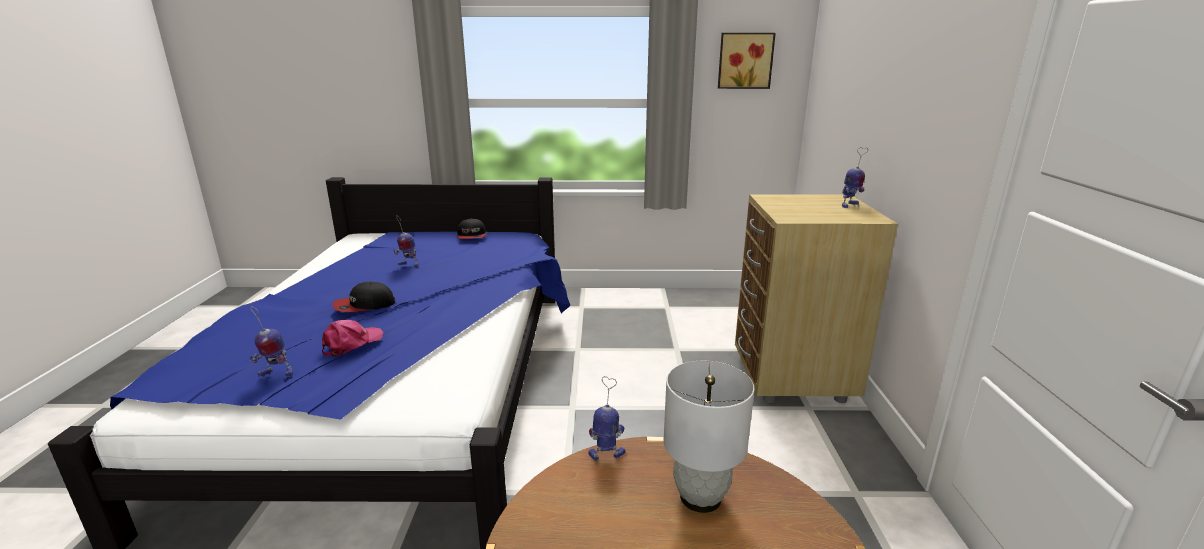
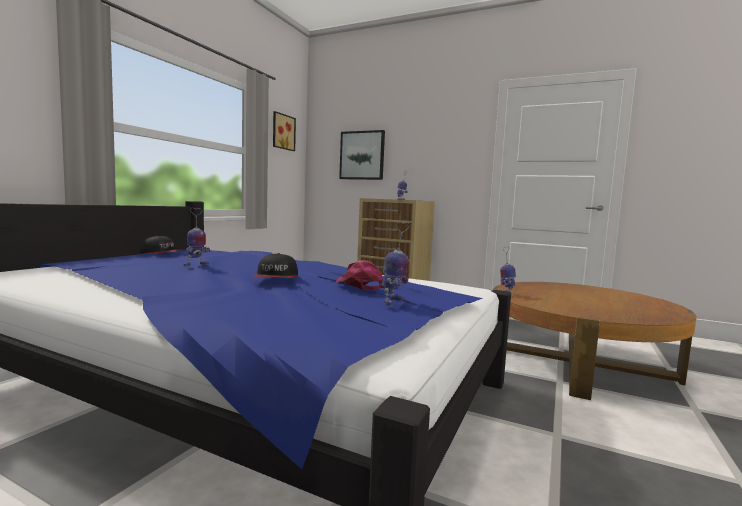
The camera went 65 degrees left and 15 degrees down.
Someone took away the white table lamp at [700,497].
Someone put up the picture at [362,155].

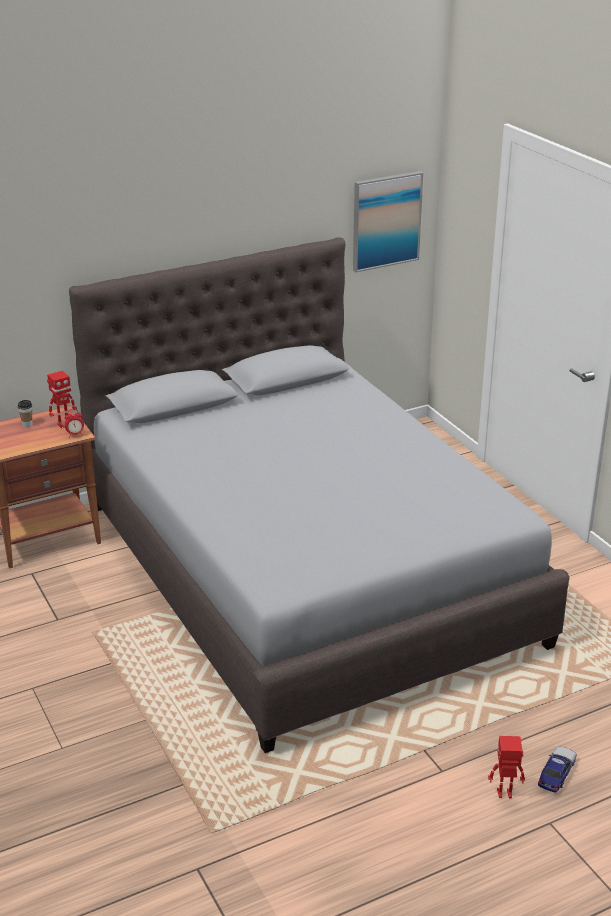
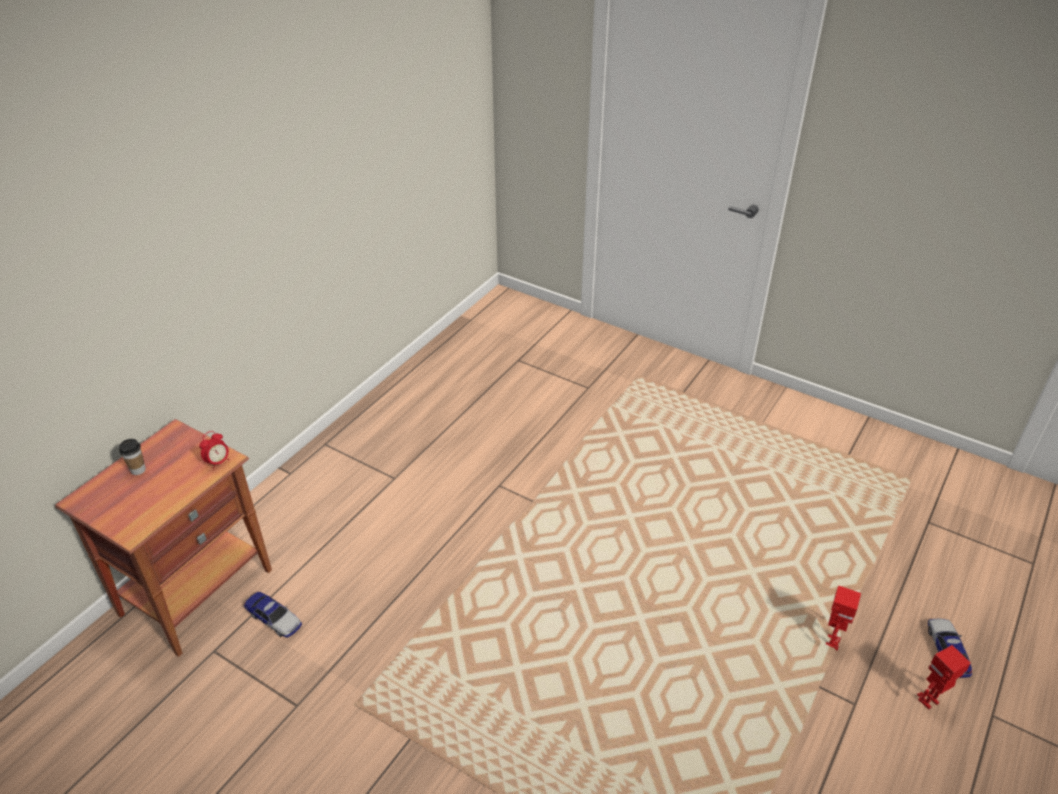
The camera went 30 degrees left and 10 degrees up.
Someone took away the grey bed at [305,571].
Someone took away the picture at [386,221].
Someone put down the toy car at [274,618].
Someone carried the toy robot from [64,424] to [831,642].

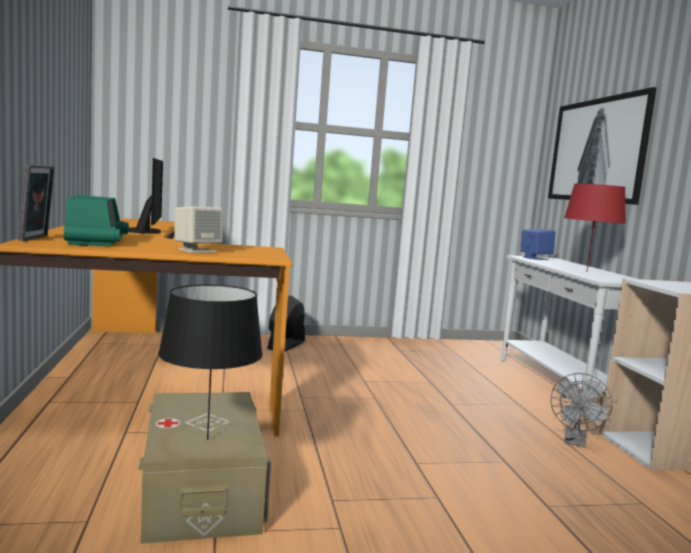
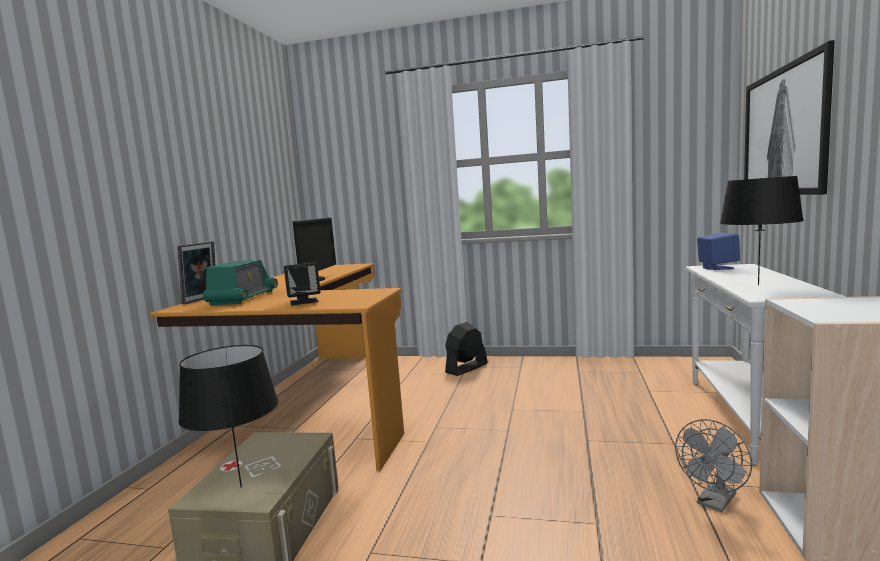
The camera went 25 degrees right and 0 degrees up.
Someone repainted the beige speaker at [197,250], which became the black speaker at [304,301].
Someone repainted the red table lamp at [586,272], which became the black table lamp at [758,285].

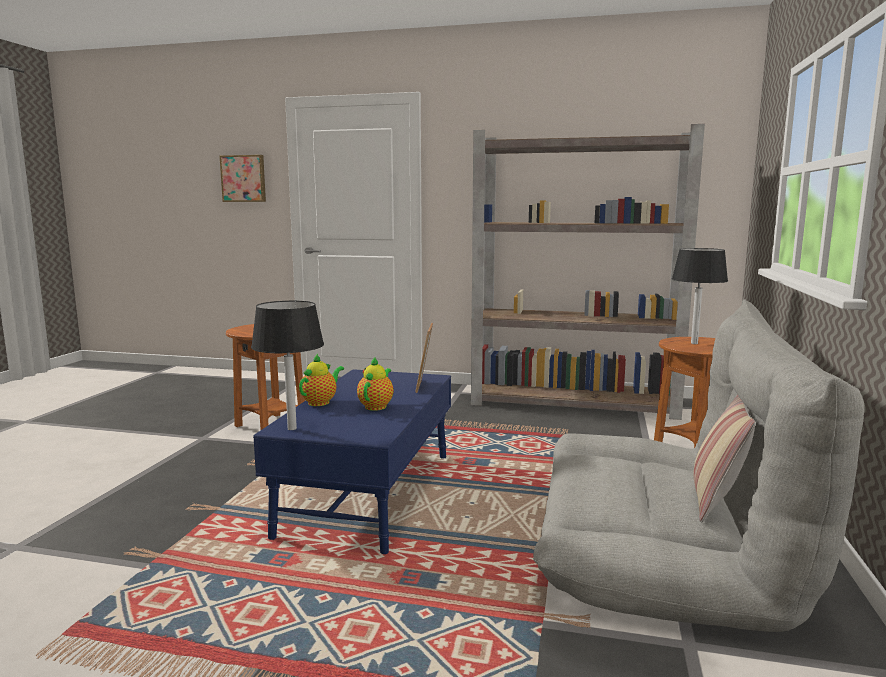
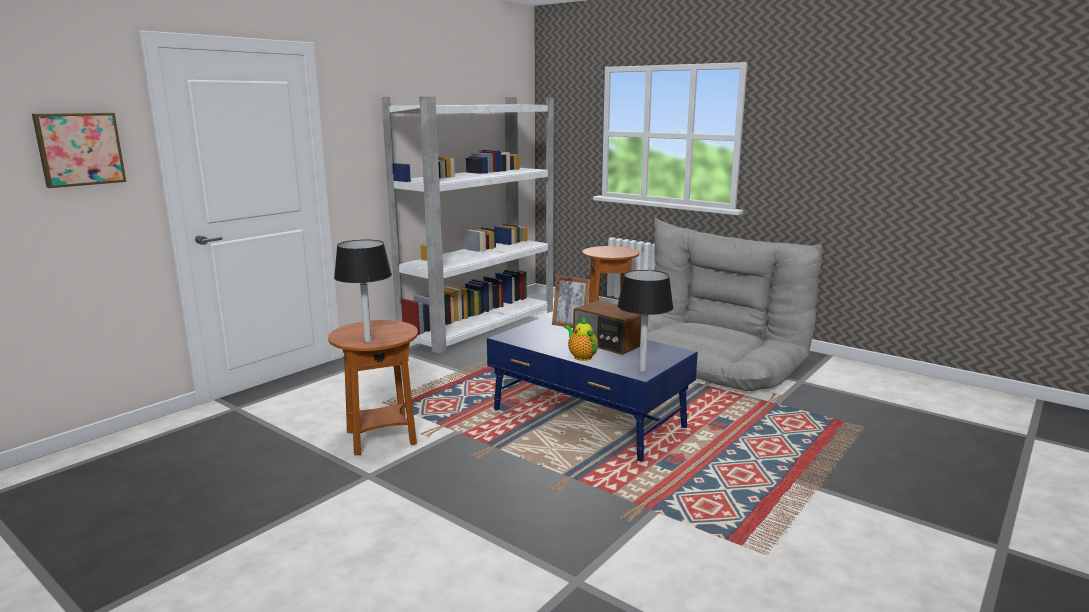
The camera went 65 degrees left and 5 degrees up.
Someone took away the pillow at [716,500].
Someone carried the black table lamp from [694,343] to [368,341].
Someone swapped the teapot at [376,406] for the radio at [608,343].
Someone repainted the brown bookcase at [573,402], which became the white bookcase at [480,325].

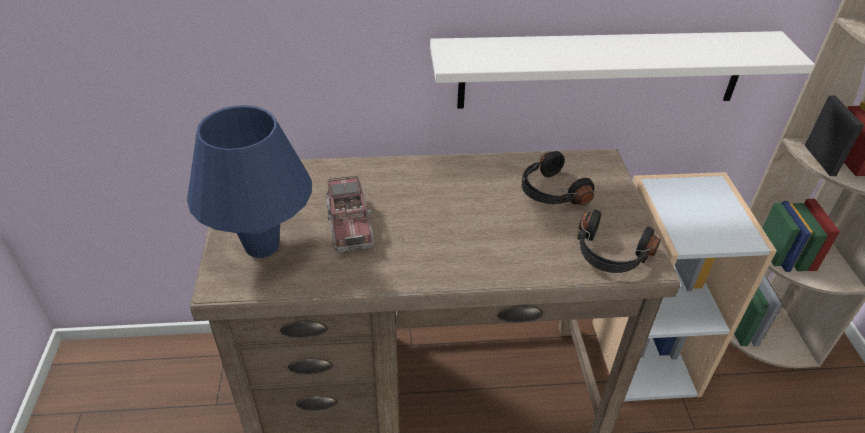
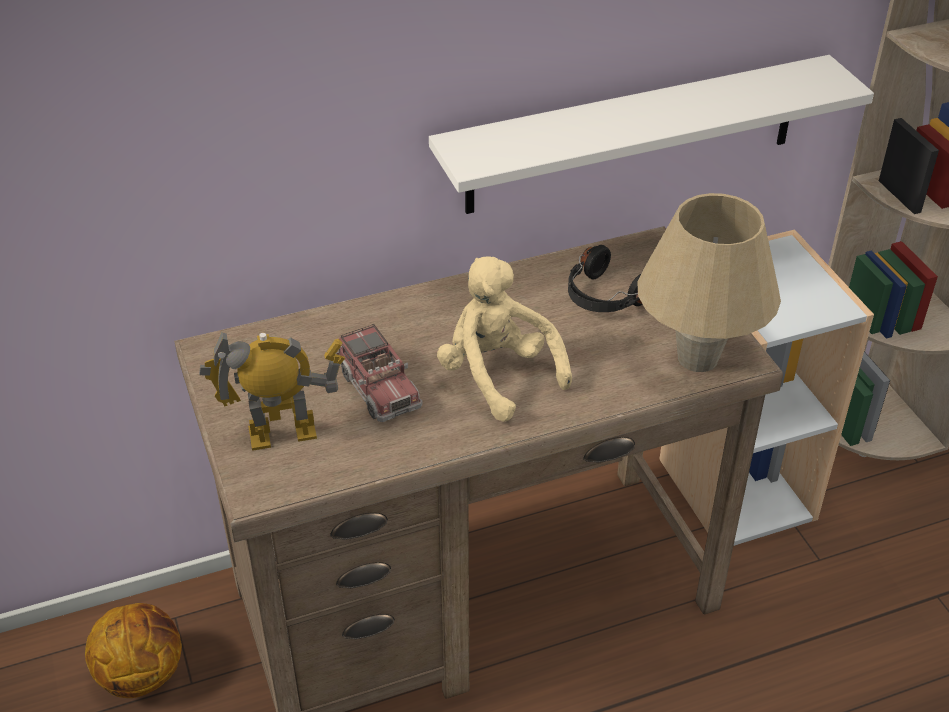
The camera went 15 degrees left and 0 degrees up.
Someone put down the basketball at [142,673].
Someone put down the beige plush toy at [497,375].
Someone swapped the blue table lamp at [262,245] for the toy robot at [282,435].
Someone swapped the black headphones at [610,255] for the beige table lamp at [697,358].

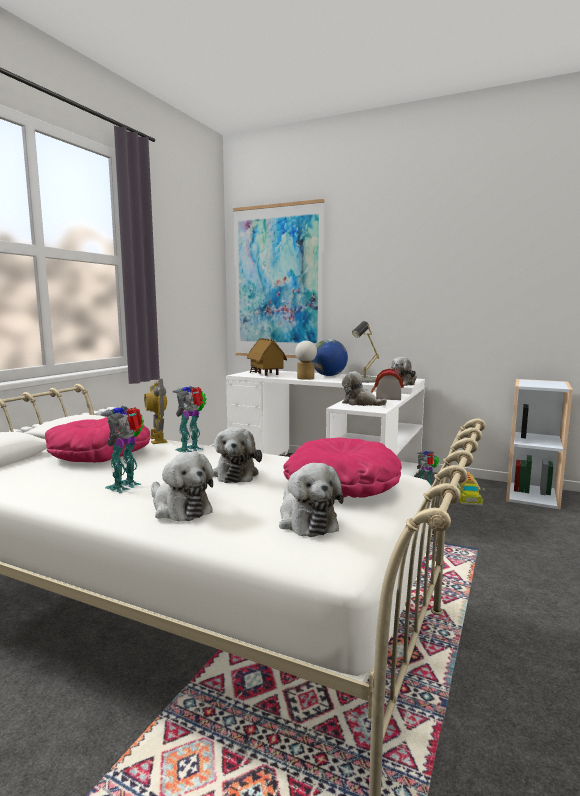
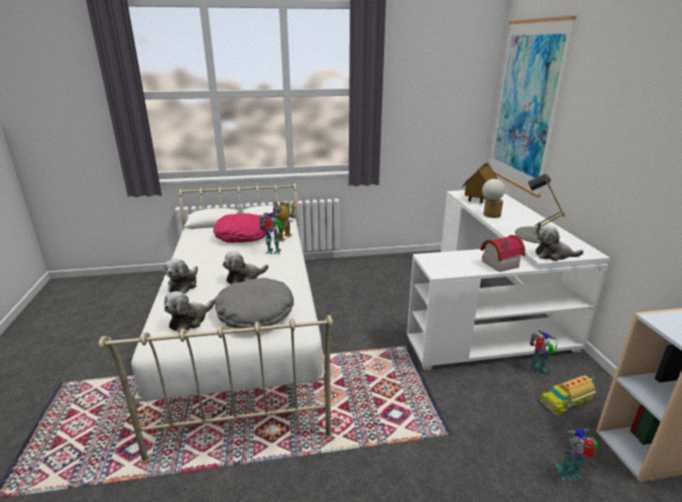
The camera went 55 degrees right and 15 degrees up.
Someone took away the globe at [329,375].
Someone took away the plush toy at [360,403].
Someone carried the toy robot from [126,486] to [570,474].
Someone repainted the pink pillow at [344,485], which became the grey pillow at [255,314].

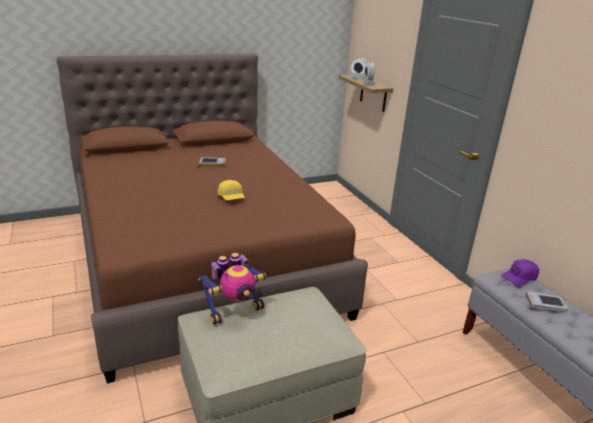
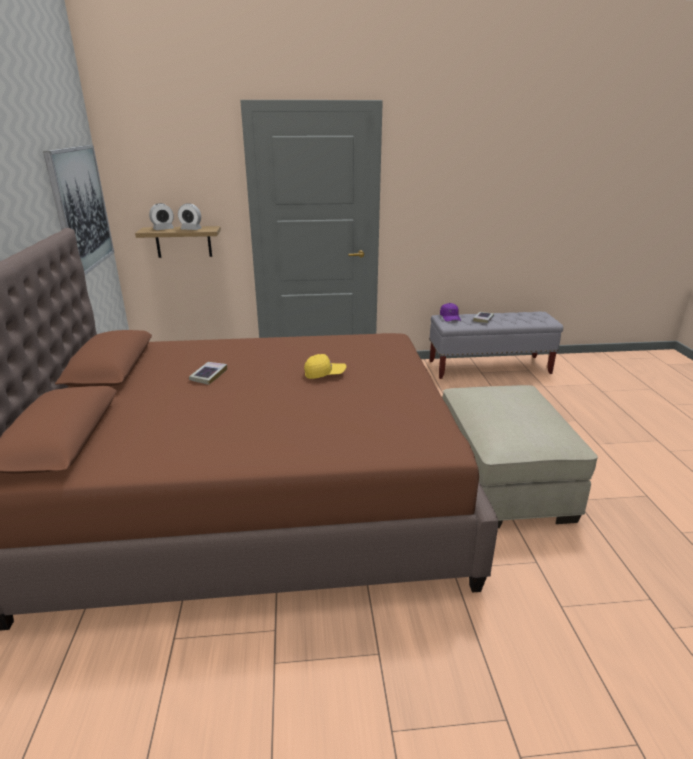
The camera went 70 degrees left and 0 degrees up.
Someone took away the toy robot at [234,311].
Someone put up the picture at [80,209].

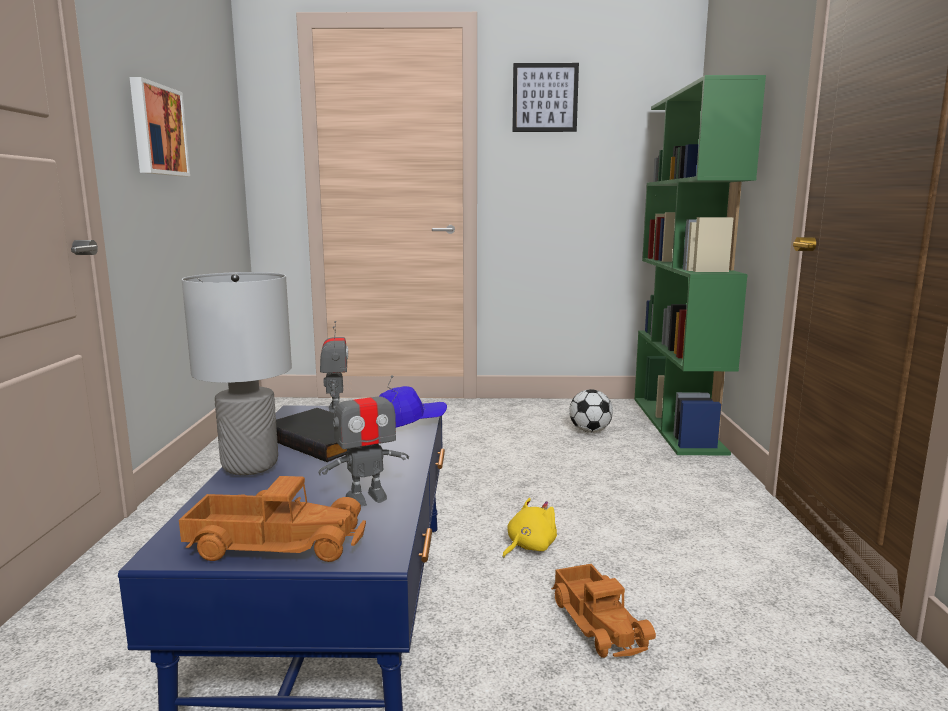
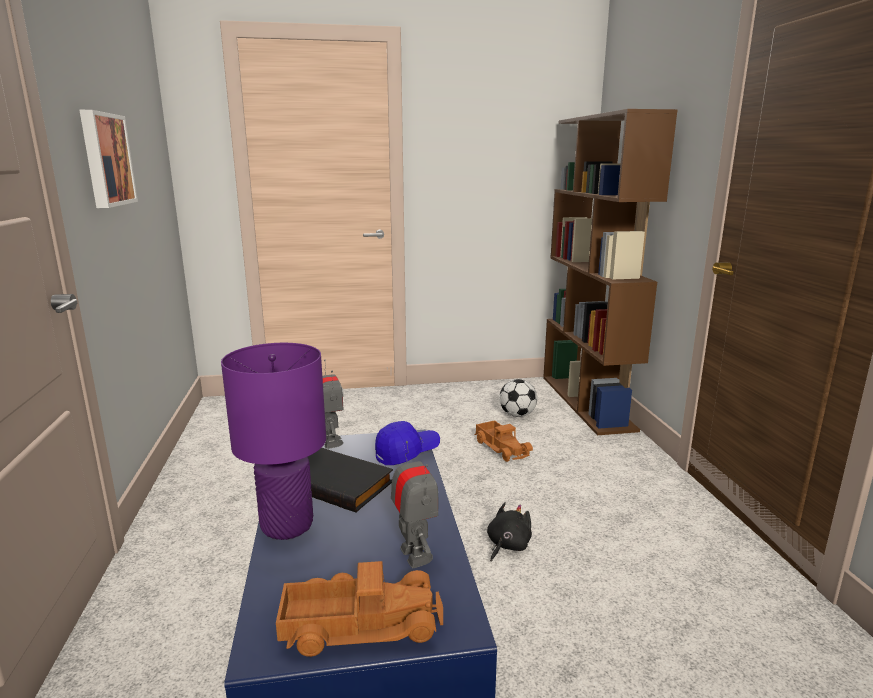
The camera went 10 degrees left and 5 degrees up.
Someone took away the picture at [545,98].
Someone carried the toy truck from [600,621] to [502,447].
Someone repainted the grey table lamp at [249,469], which became the purple table lamp at [287,530].
Someone repainted the yellow plush toy at [529,547], which became the black plush toy at [507,545].
Someone repainted the green bookcase at [678,424], which became the brown bookcase at [587,402].
Someone rotated the toy robot at [366,497] by 75 degrees counterclockwise.

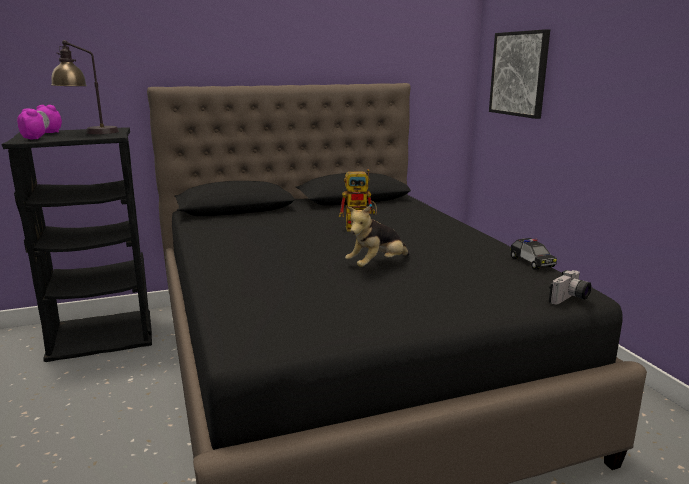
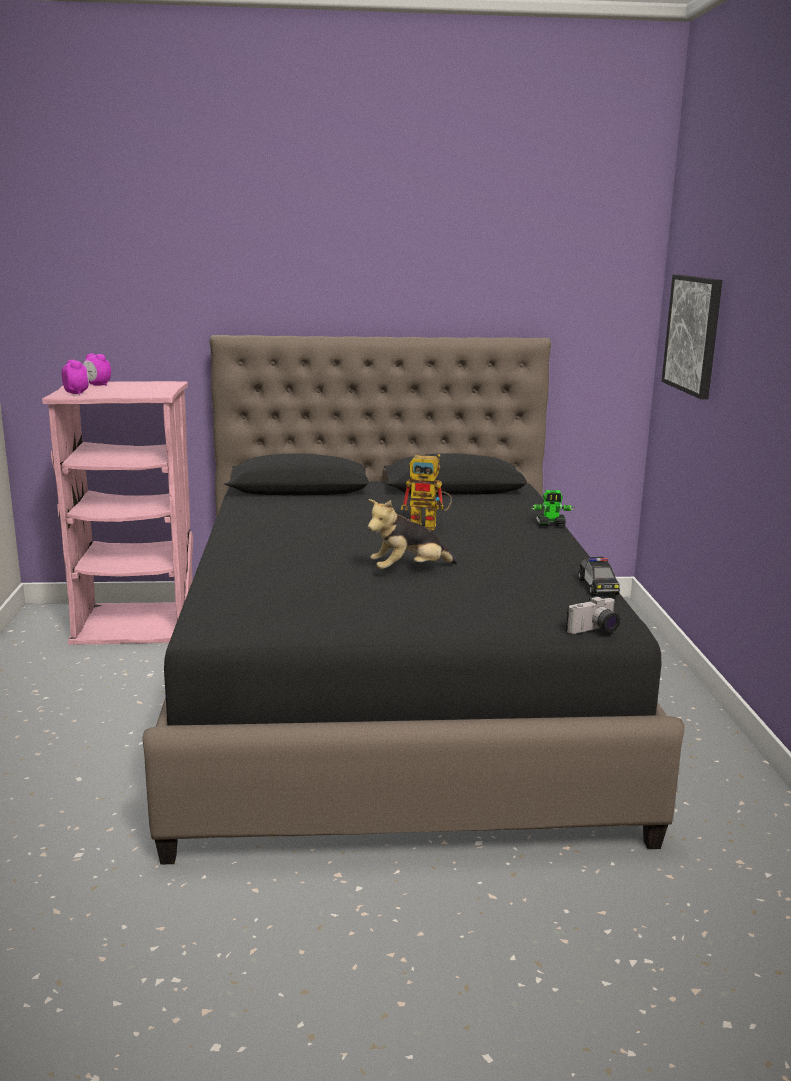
The camera went 15 degrees right and 0 degrees up.
Someone took away the table lamp at [89,133].
Someone put down the toy robot at [551,524].
Someone repainted the black bookcase at [102,335], which became the pink bookcase at [137,624].

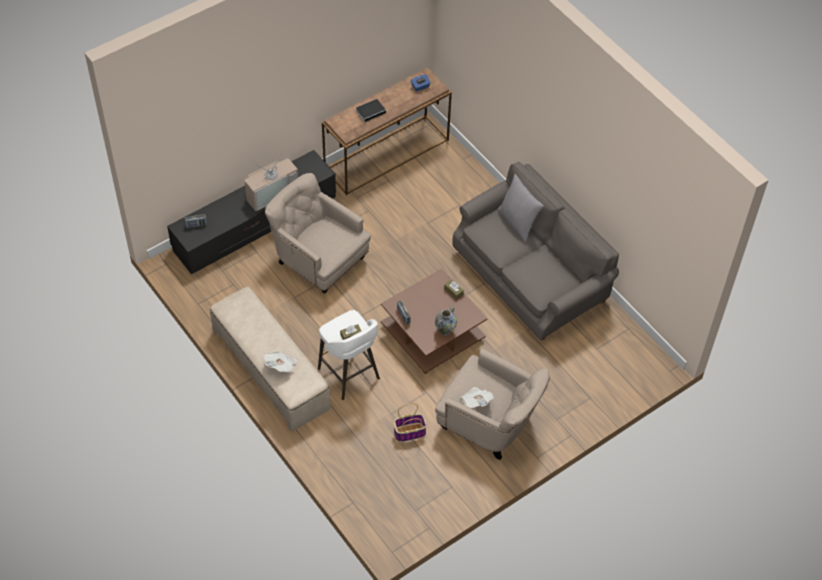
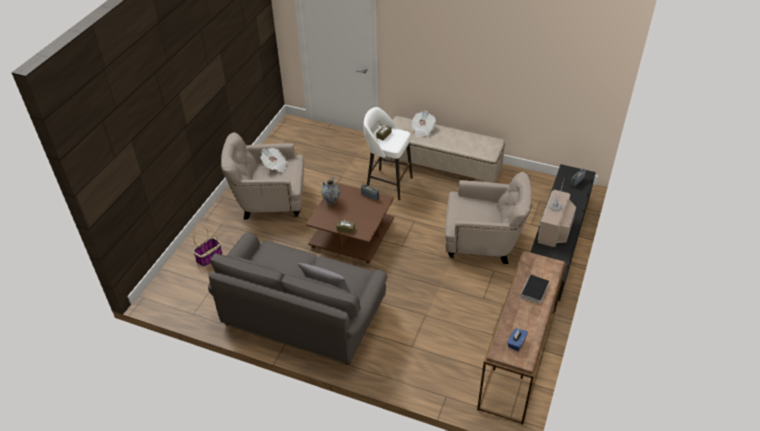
The camera went 150 degrees right and 10 degrees down.
Someone carried the basket from [410,432] to [209,257].

